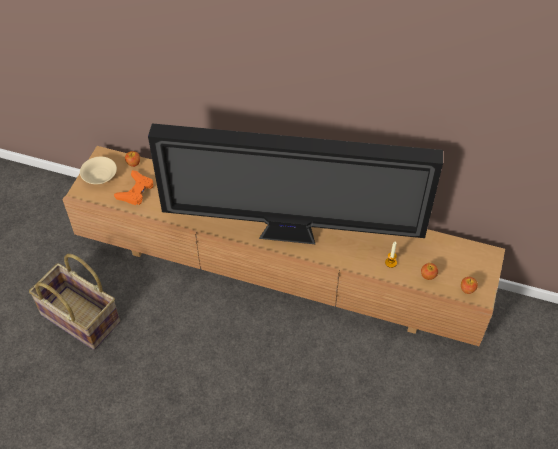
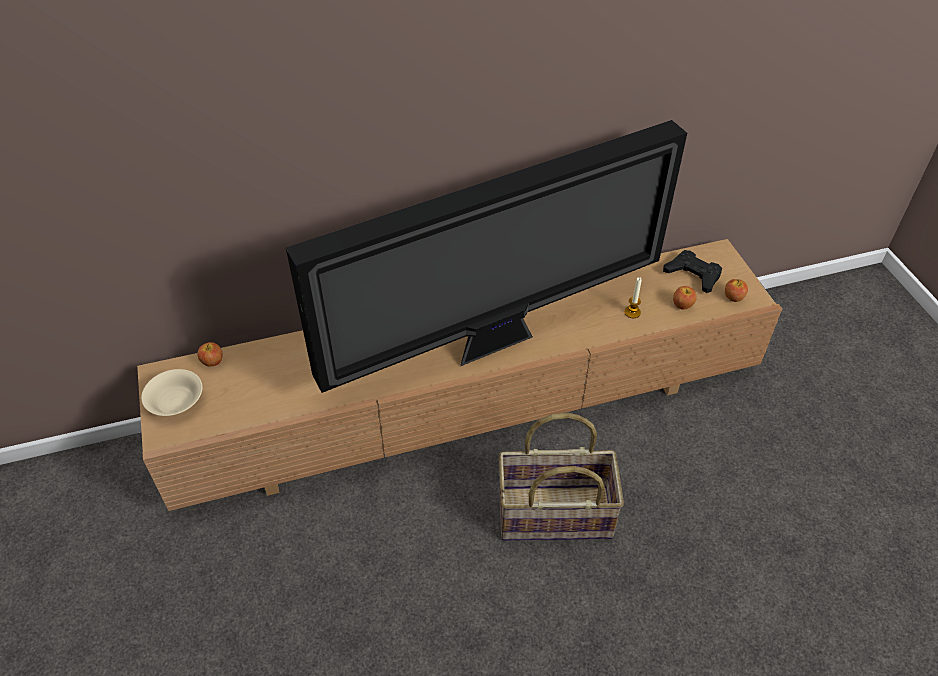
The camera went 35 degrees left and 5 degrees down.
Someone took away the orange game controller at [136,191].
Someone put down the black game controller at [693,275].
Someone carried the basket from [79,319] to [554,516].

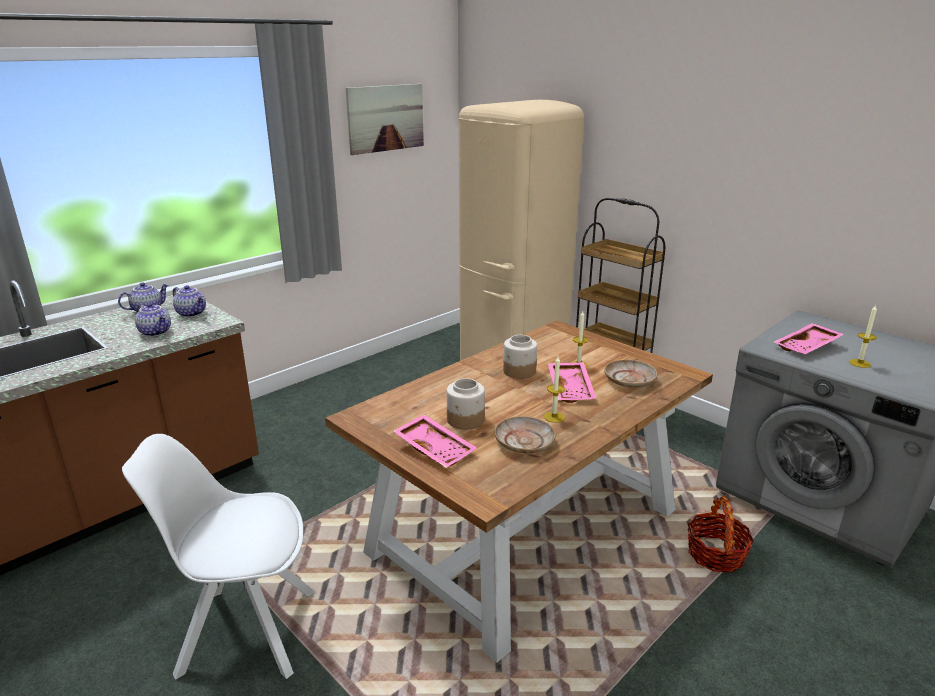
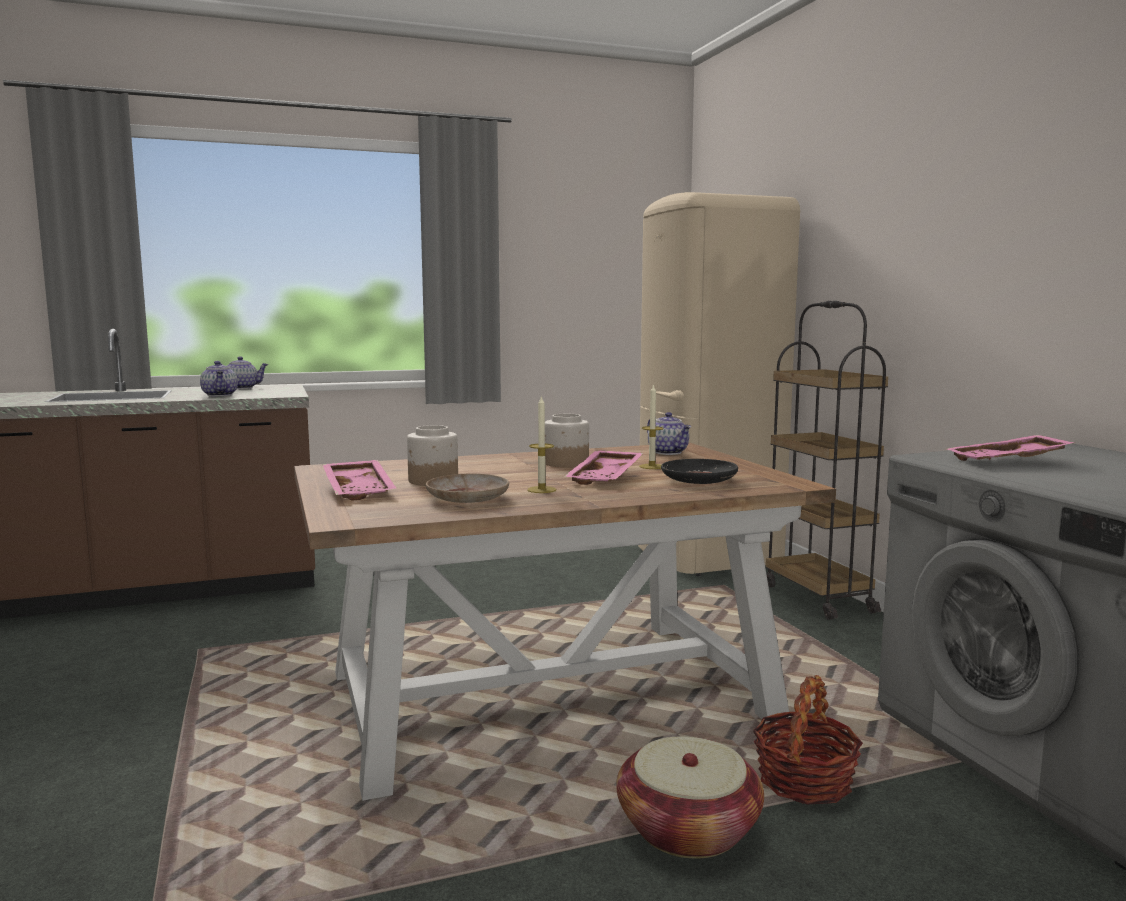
The camera went 25 degrees right and 15 degrees down.
Someone took away the white chair at [245,630].
Someone took away the picture at [386,118].
Someone took away the candle at [859,363].
Someone put down the basket at [688,829].
Someone carried the teapot from [192,313] to [669,452].
Someone repainted the beige plate at [630,380], which became the black plate at [699,480].

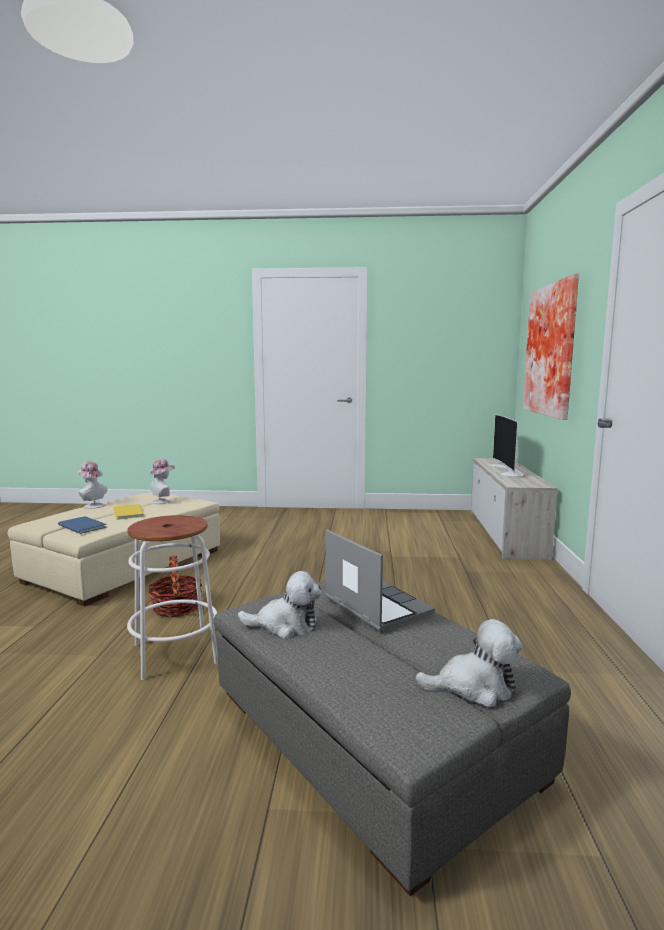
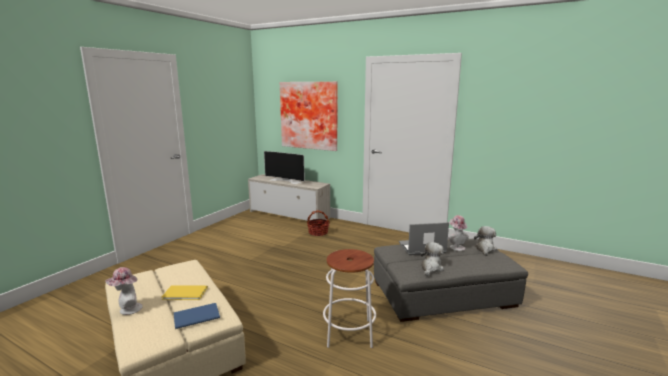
The camera went 65 degrees left and 5 degrees up.
Someone carried the basket from [176,608] to [318,232].
Someone carried the hat from [162,501] to [456,247].

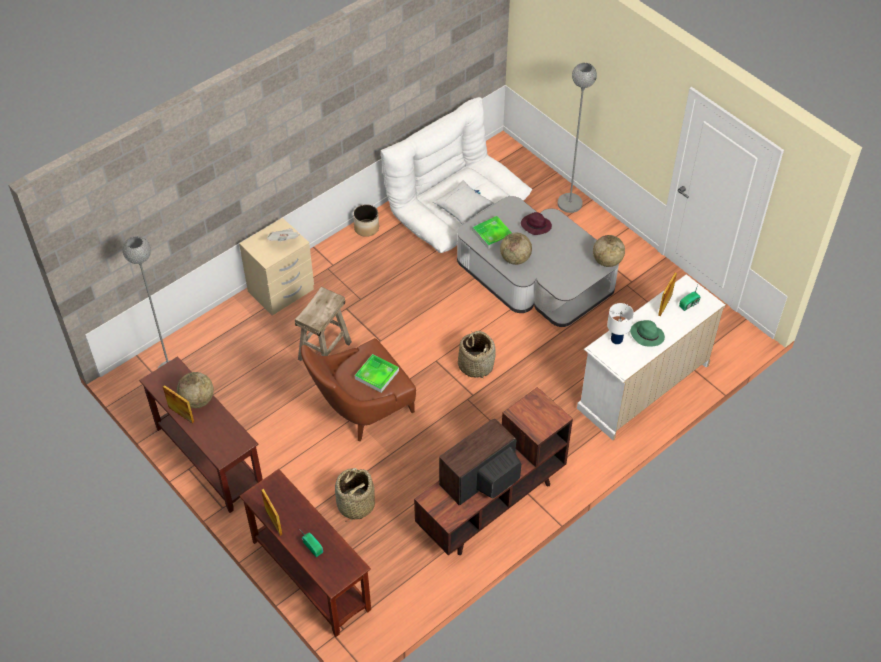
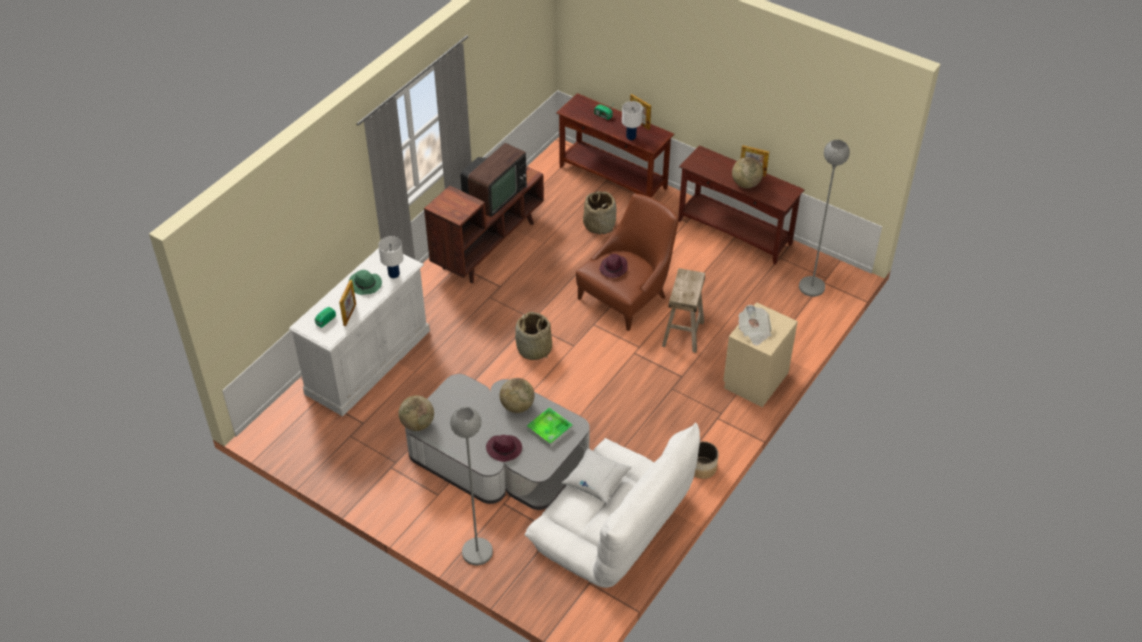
The camera went 165 degrees right and 5 degrees down.
Someone put down the white table lamp at [631,138].
Someone swapped the tray at [377,375] for the purple hat at [613,268].

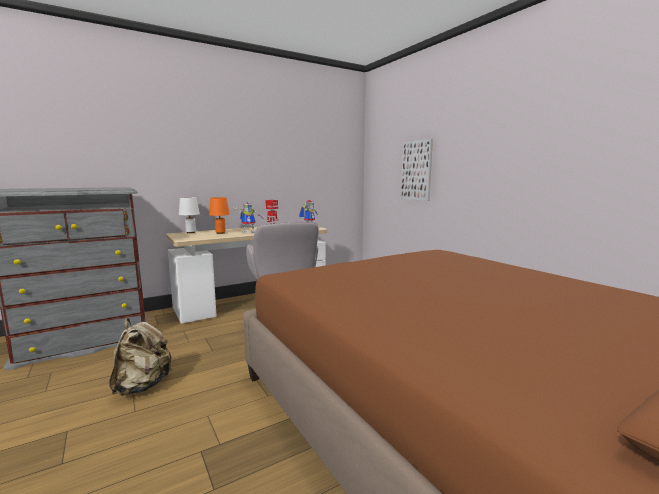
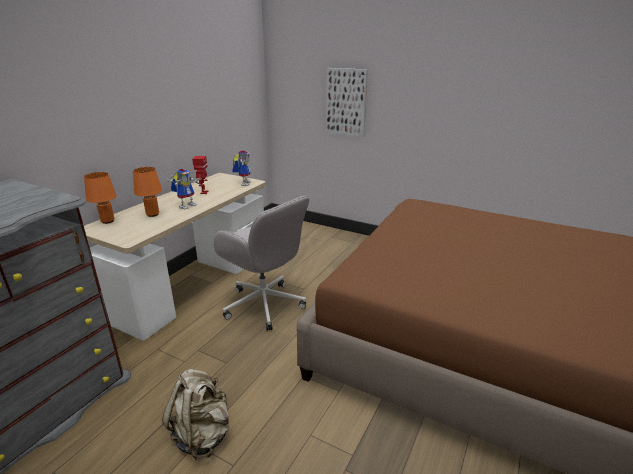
The camera went 30 degrees left and 15 degrees up.
Someone repainted the white table lamp at [190,232], which became the orange table lamp at [107,221].

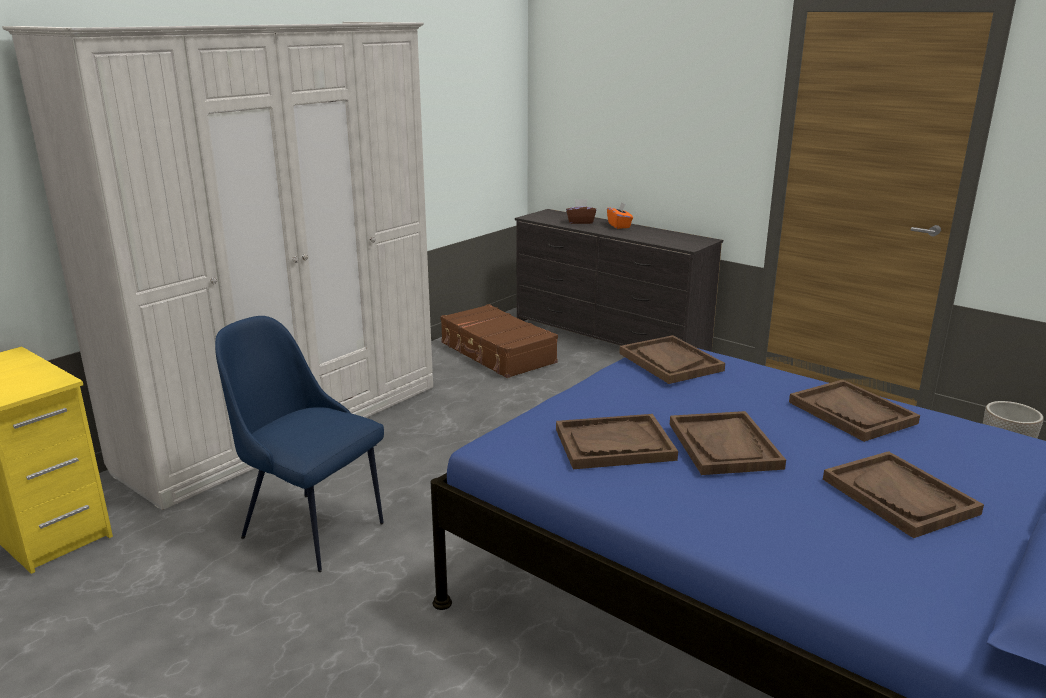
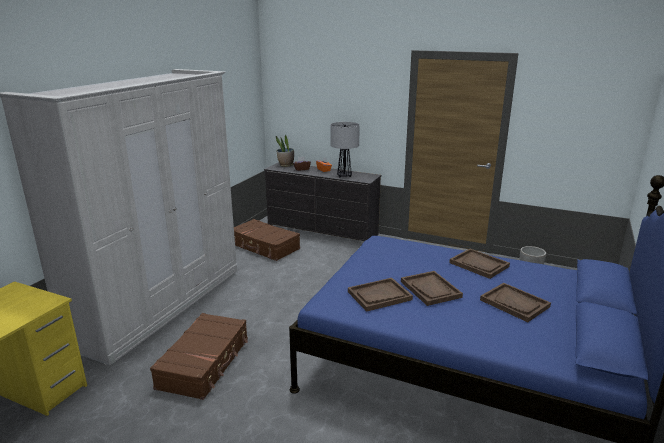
The camera went 15 degrees left and 0 degrees up.
Someone took away the brown tray at [670,362].
Someone put down the potted plant at [286,165].
Someone put down the table lamp at [344,176].
Someone swapped the blue chair at [311,531] for the brown suitcase at [205,363].

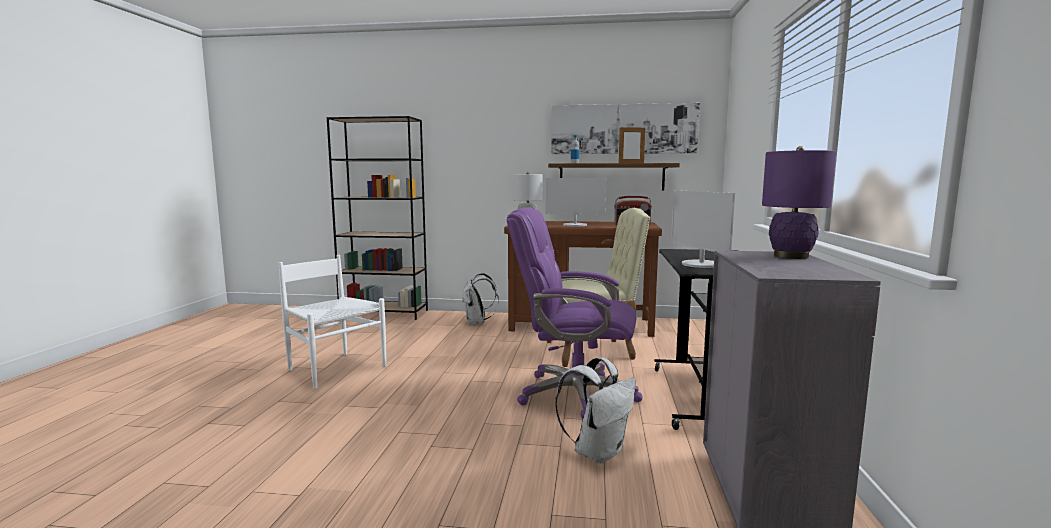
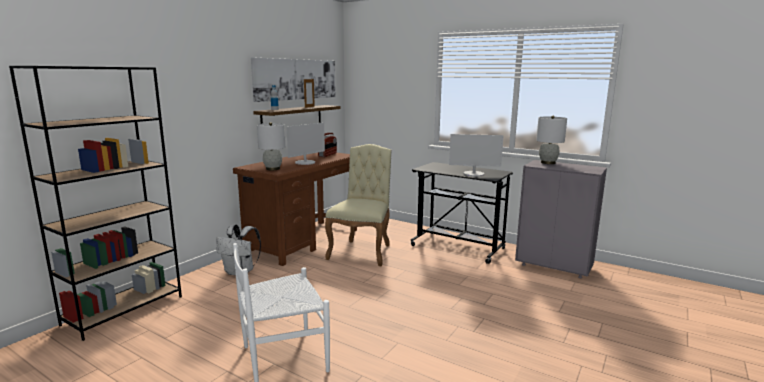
The camera went 65 degrees left and 5 degrees up.
Someone took away the purple office chair at [575,394].
Someone took away the white backpack at [598,452].
Someone repainted the purple table lamp at [790,256], which became the white table lamp at [548,163].

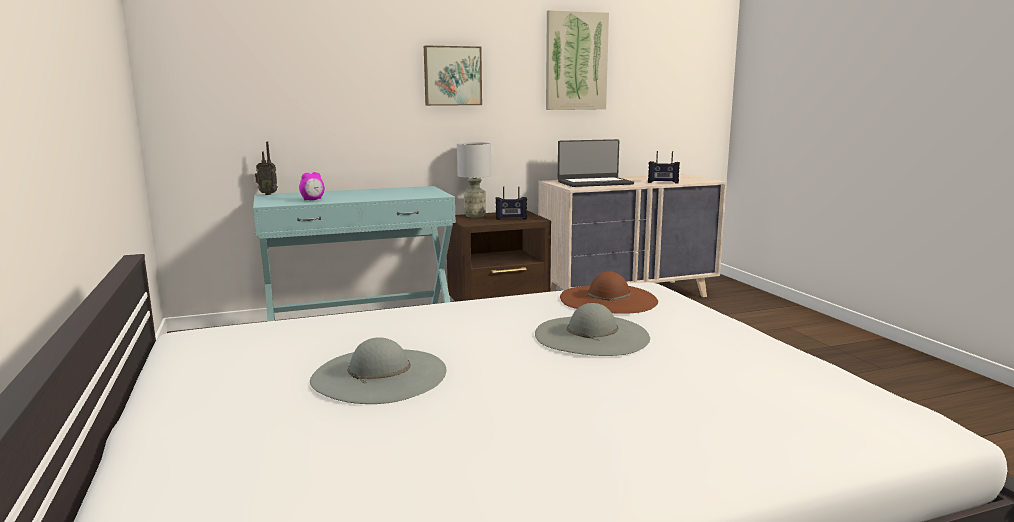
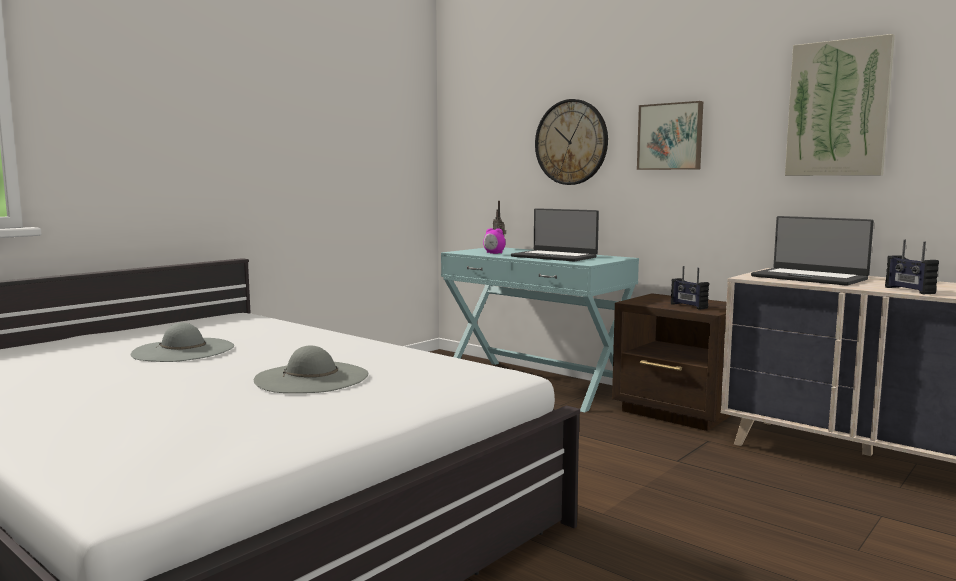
The camera went 60 degrees right and 5 degrees down.
Someone took away the grey table lamp at [475,216].
Someone took away the brown hat at [608,299].
Someone put down the laptop at [554,257].
Someone put up the wall clock at [571,142].

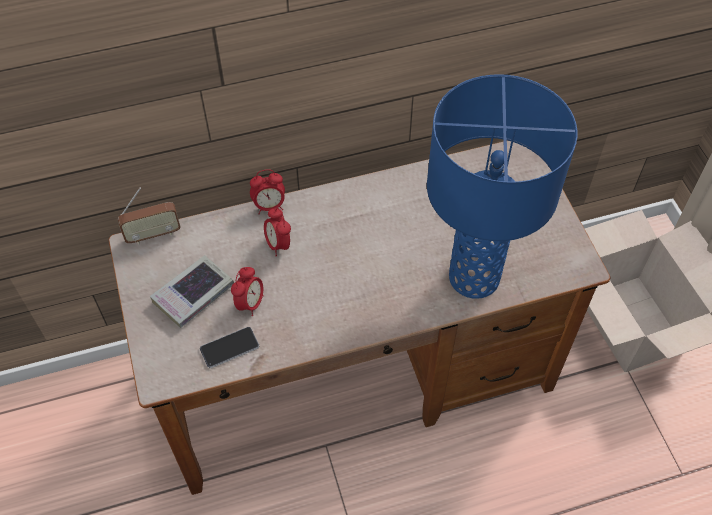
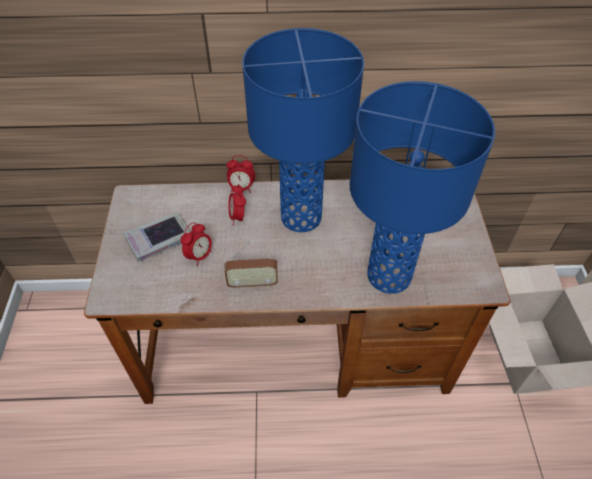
The camera went 15 degrees right and 5 degrees down.
Someone took away the phone at [229,348].
Someone put down the blue table lamp at [301,217].
Someone carried the radio from [153,234] to [252,283].

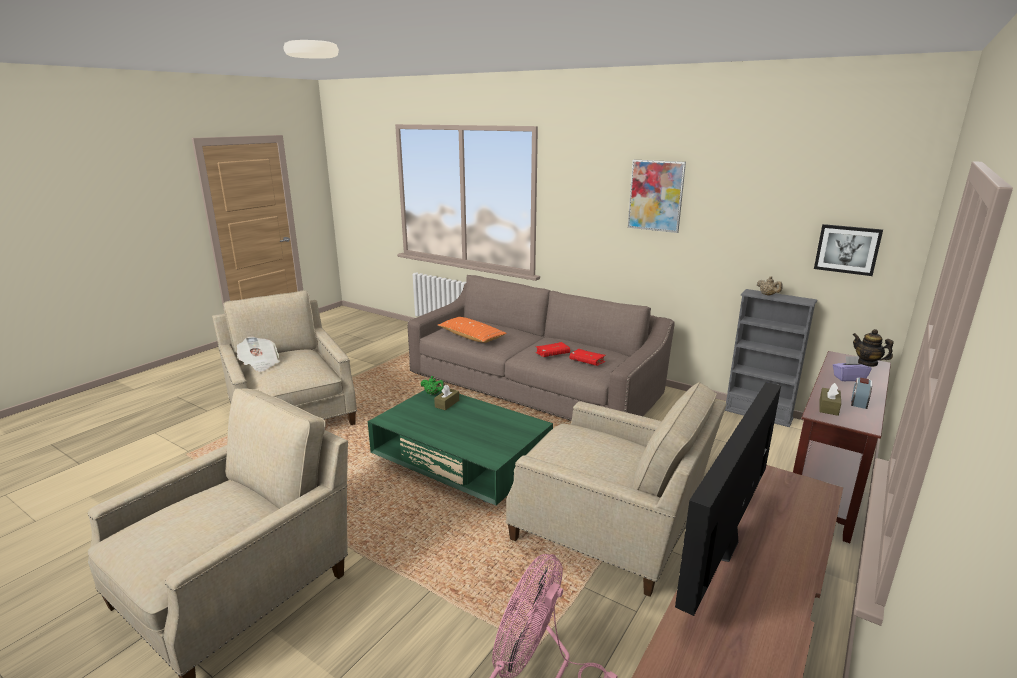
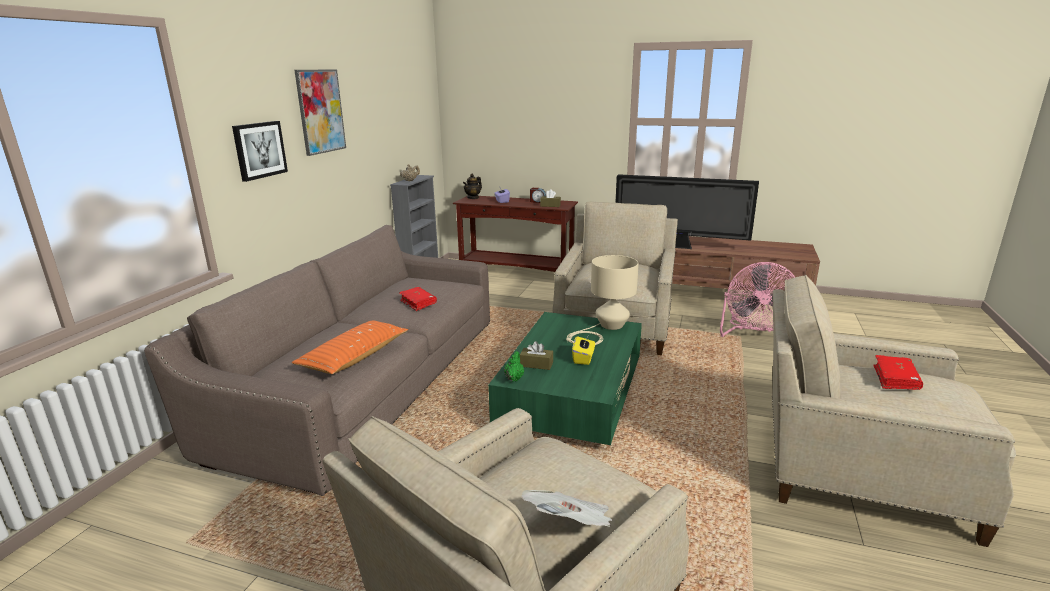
The camera went 105 degrees left and 0 degrees up.
Someone put down the beige table lamp at [601,330].
Someone put down the yellow tissue box at [583,358].
Someone carried the red book from [587,361] to [895,379].
Someone carried the picture from [847,249] to [259,150].

